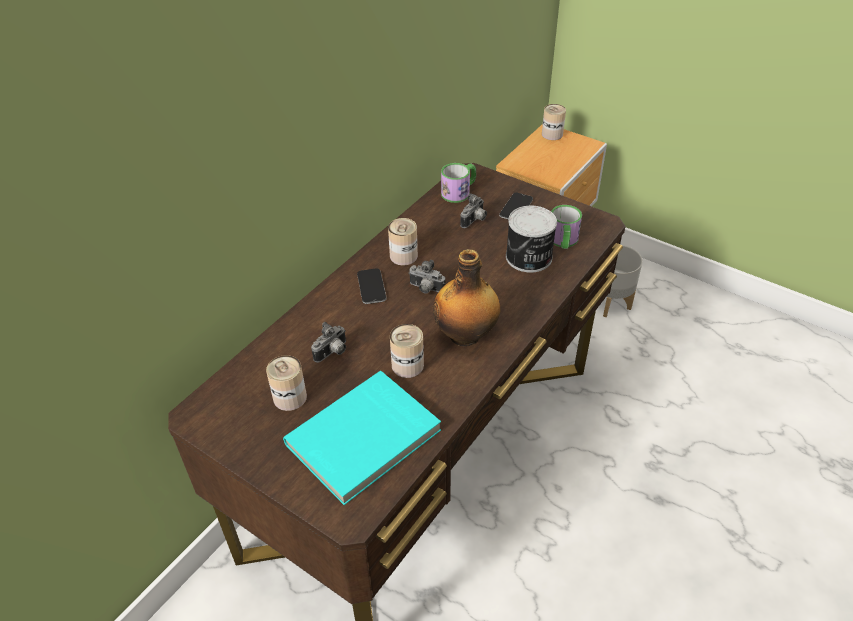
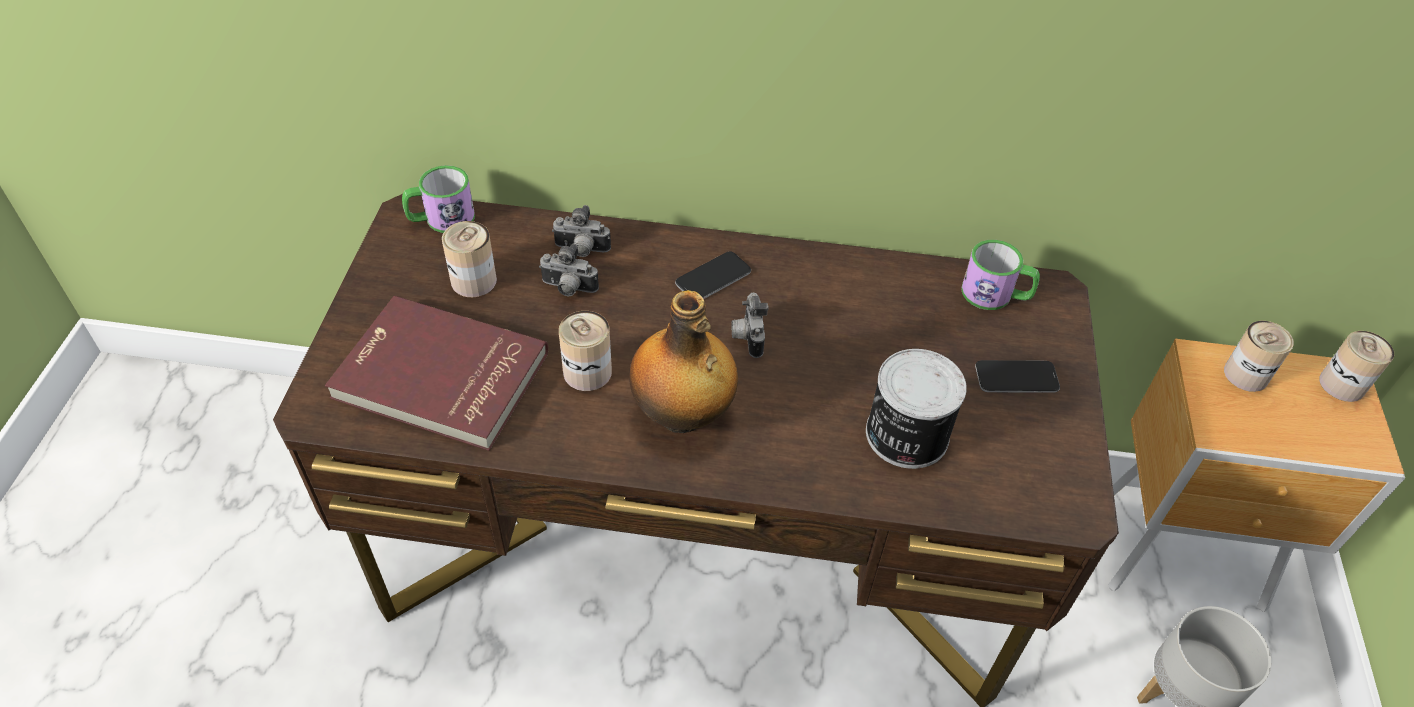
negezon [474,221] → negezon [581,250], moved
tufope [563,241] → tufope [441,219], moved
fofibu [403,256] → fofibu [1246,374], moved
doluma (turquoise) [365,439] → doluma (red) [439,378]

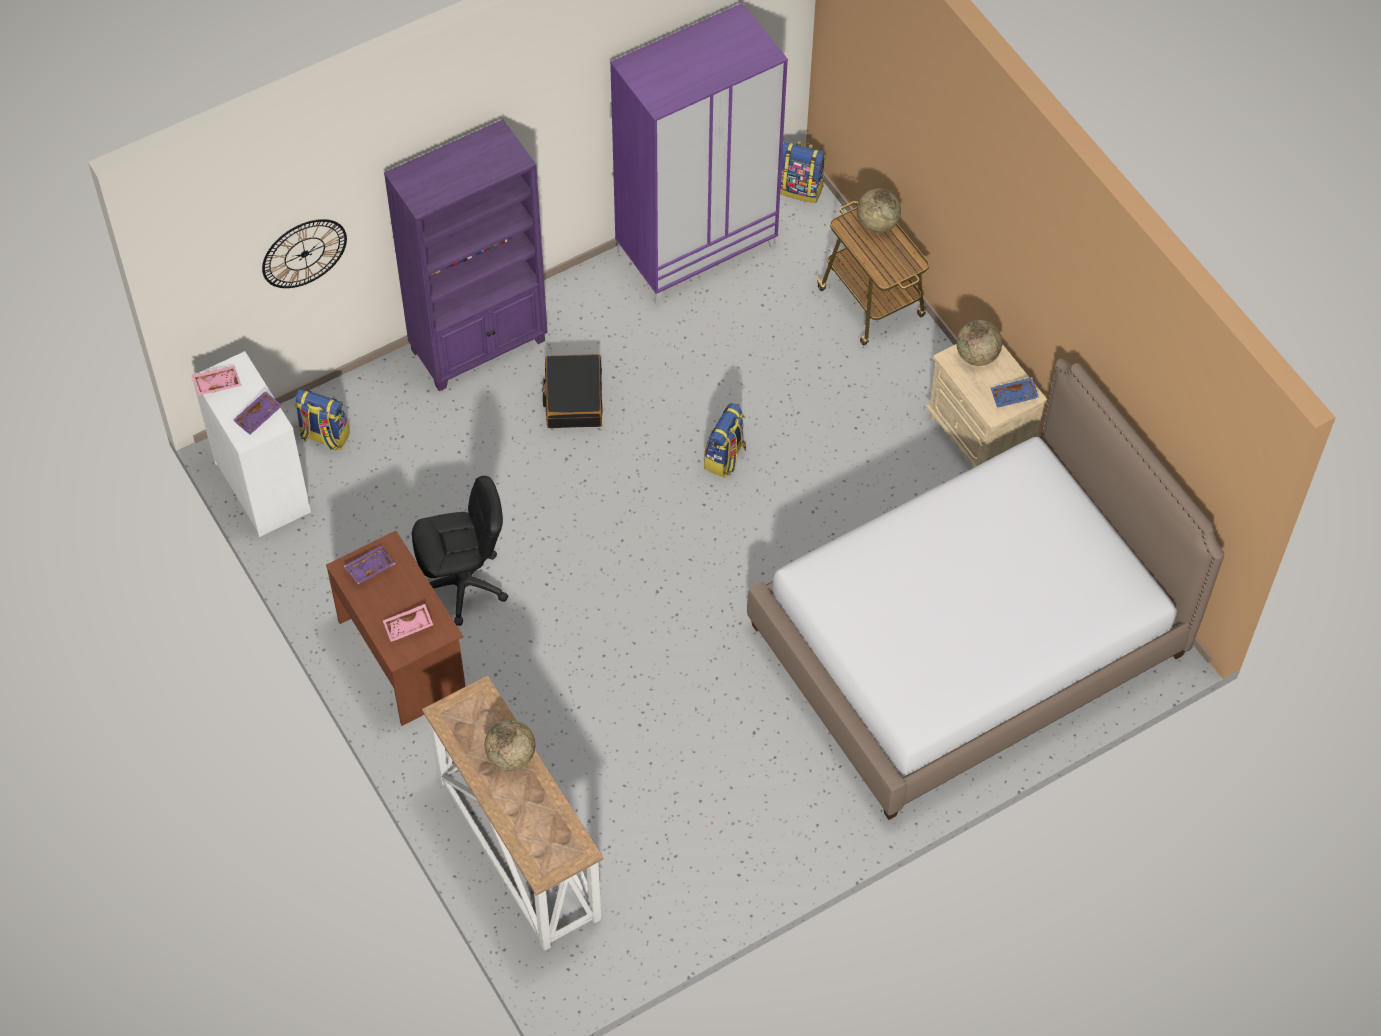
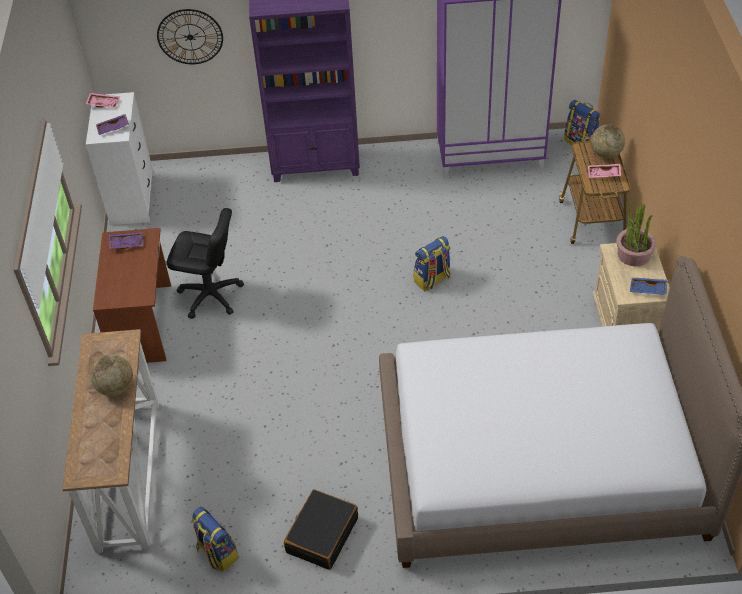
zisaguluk [977,356] → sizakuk [633,255]
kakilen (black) [573,398] → kakilen (black) [321,535], moved
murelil [324,436] → murelil [217,553], moved
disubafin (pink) [408,627] → disubafin (pink) [604,174], moved

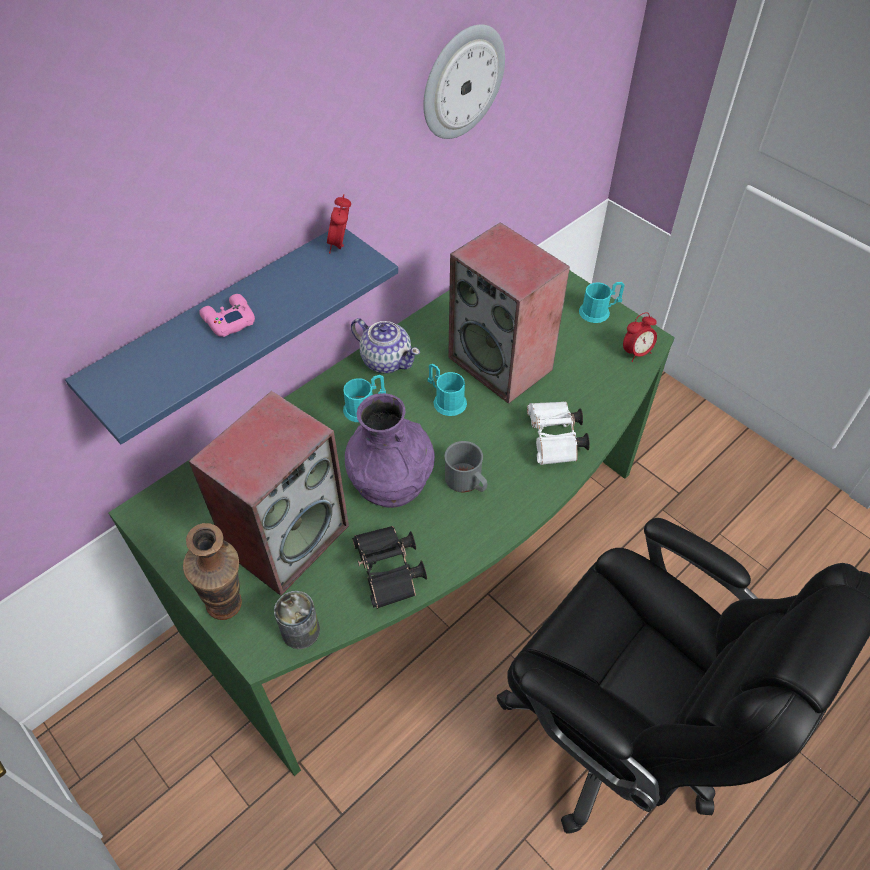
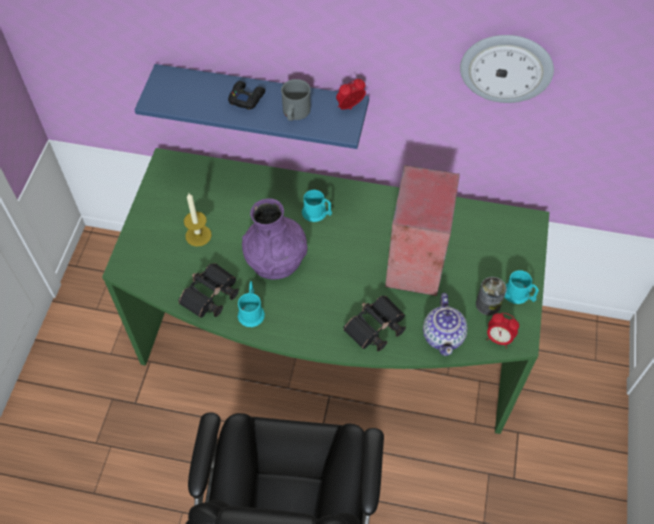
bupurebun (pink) [228,320] → bupurebun (black) [246,98]
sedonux [386,360] → sedonux [443,335], moved
tufope (turquoise) [446,400] → tufope (turquoise) [251,311], moved
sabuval [288,537] → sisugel [198,235]
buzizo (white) [555,441] → buzizo (black) [374,330]
tufope (grey) [467,482] → tufope (grey) [295,113], moved
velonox [232,613] → -
fofibu [300,631] → fofibu [488,304], moved

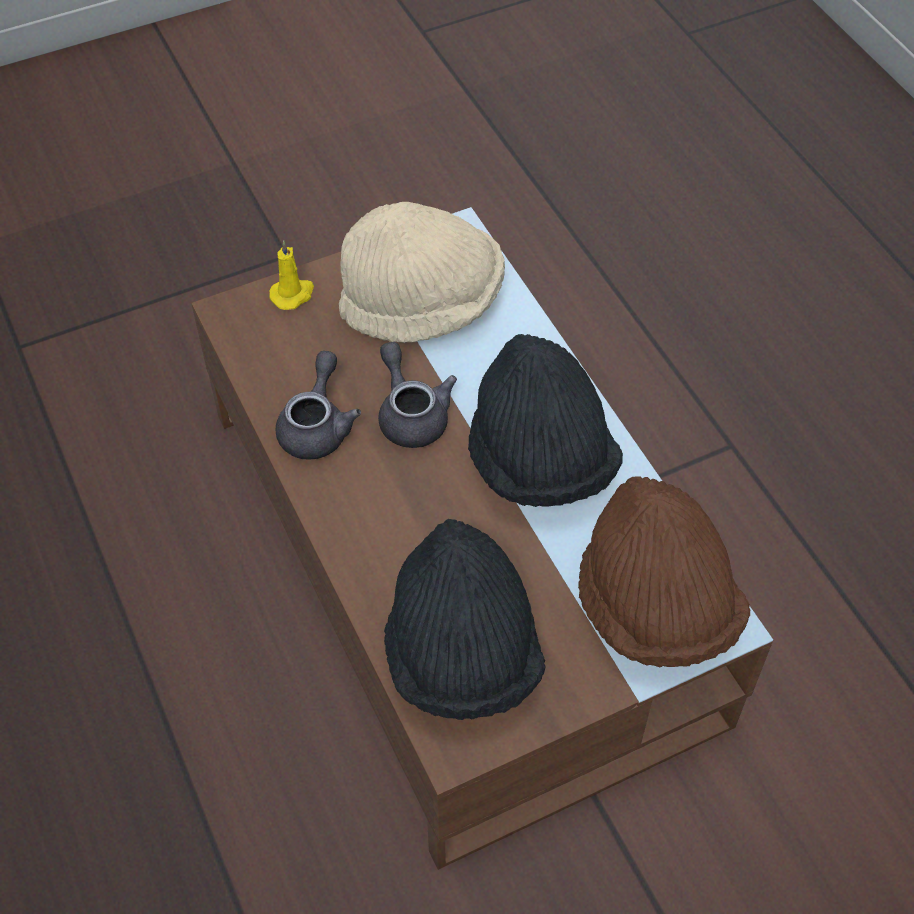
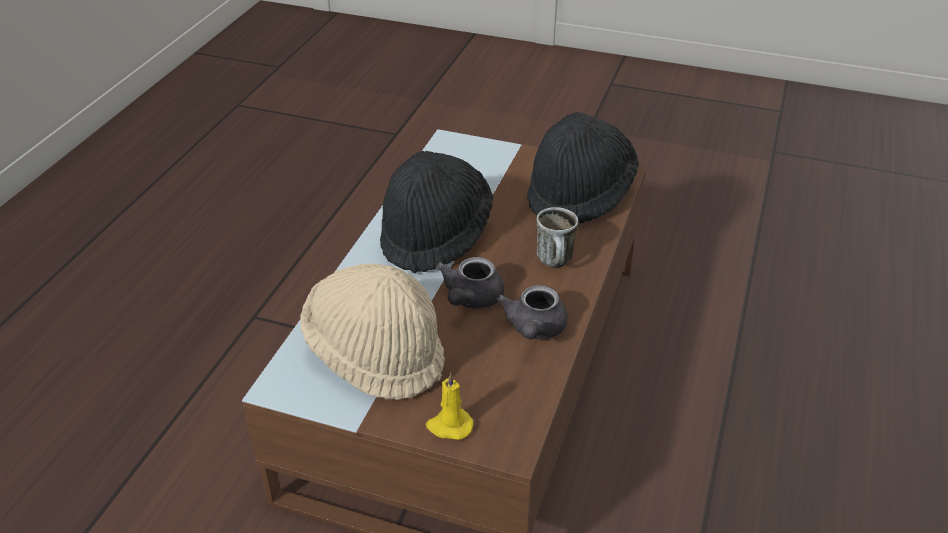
sedonux (grey) [317,426] → sedonux (grey) [534,330], 45 degrees counterclockwise
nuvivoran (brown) [654,608] → -
- → tufope [556,263]

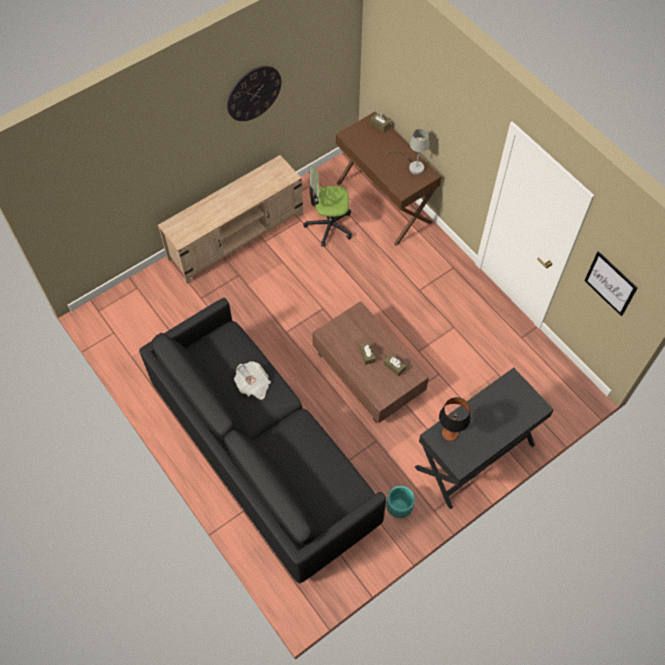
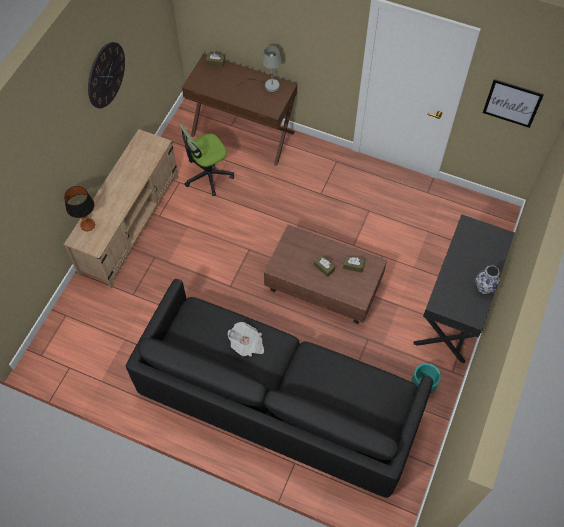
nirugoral [450,433] → nirugoral [88,225], moved
- → velonox [484,287]

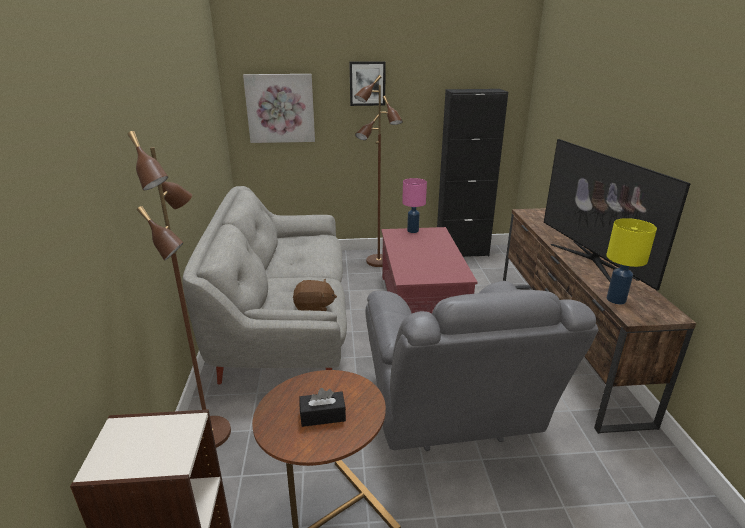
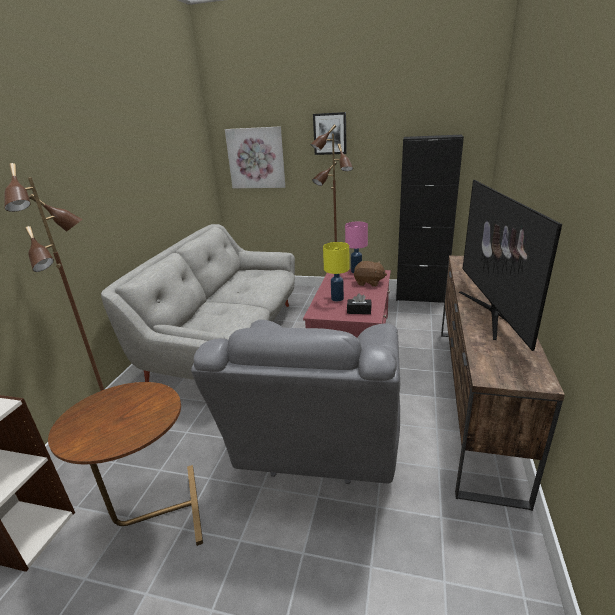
nirugoral (yellow) [615,299] → nirugoral (yellow) [337,298], moved
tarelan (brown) [314,308] → tarelan (brown) [369,282], moved
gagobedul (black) [322,416] → gagobedul (black) [359,311], moved

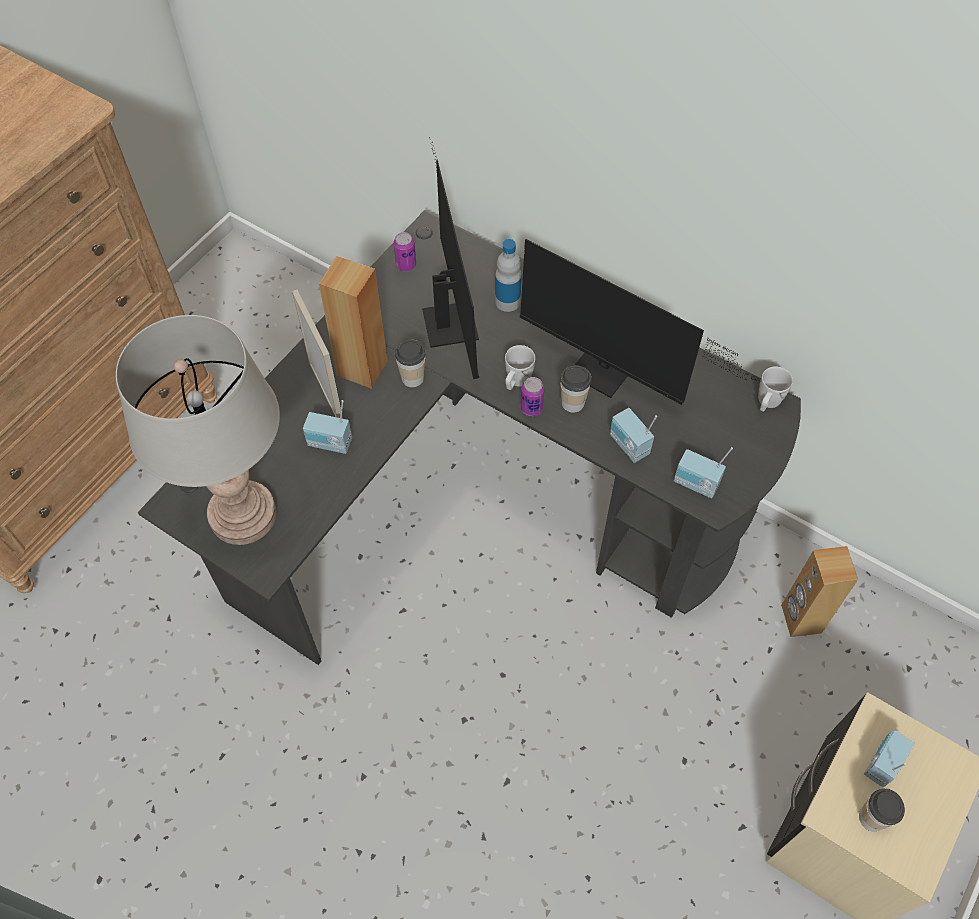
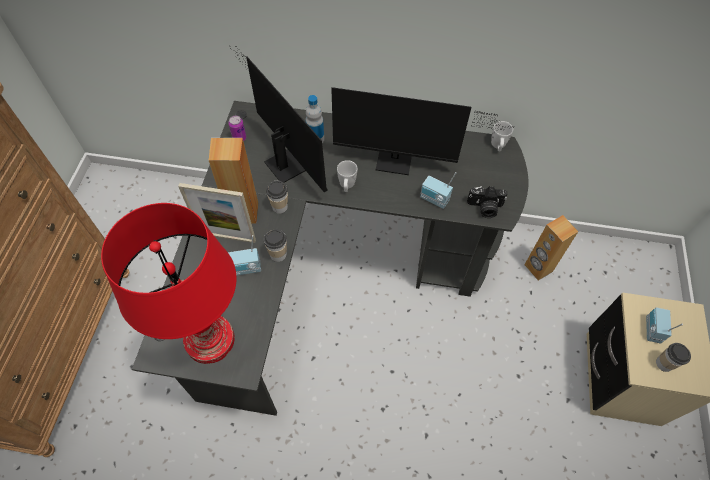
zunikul [326,392] → zunikul [227,237], 150 degrees clockwise
nirugoral (grey) [243,515] → nirugoral (red) [210,340]
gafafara [573,403] → gafafara [278,254], moved
fofibu [531,408] → -
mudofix [695,484] → negezon [485,208]

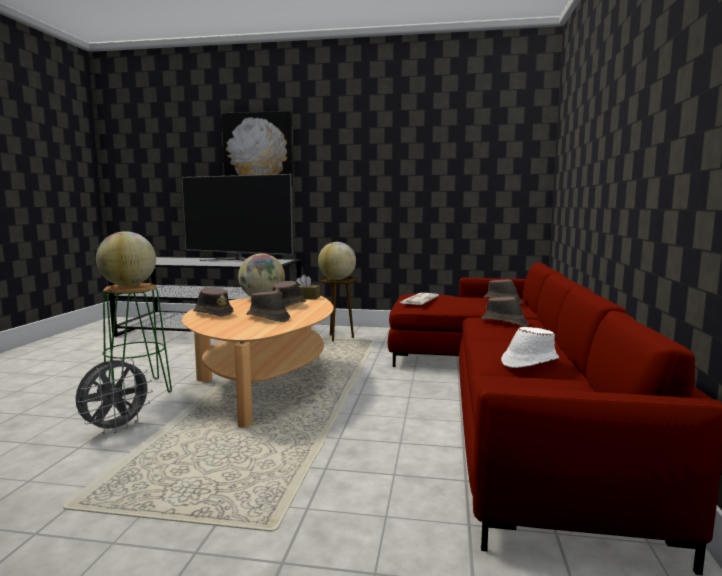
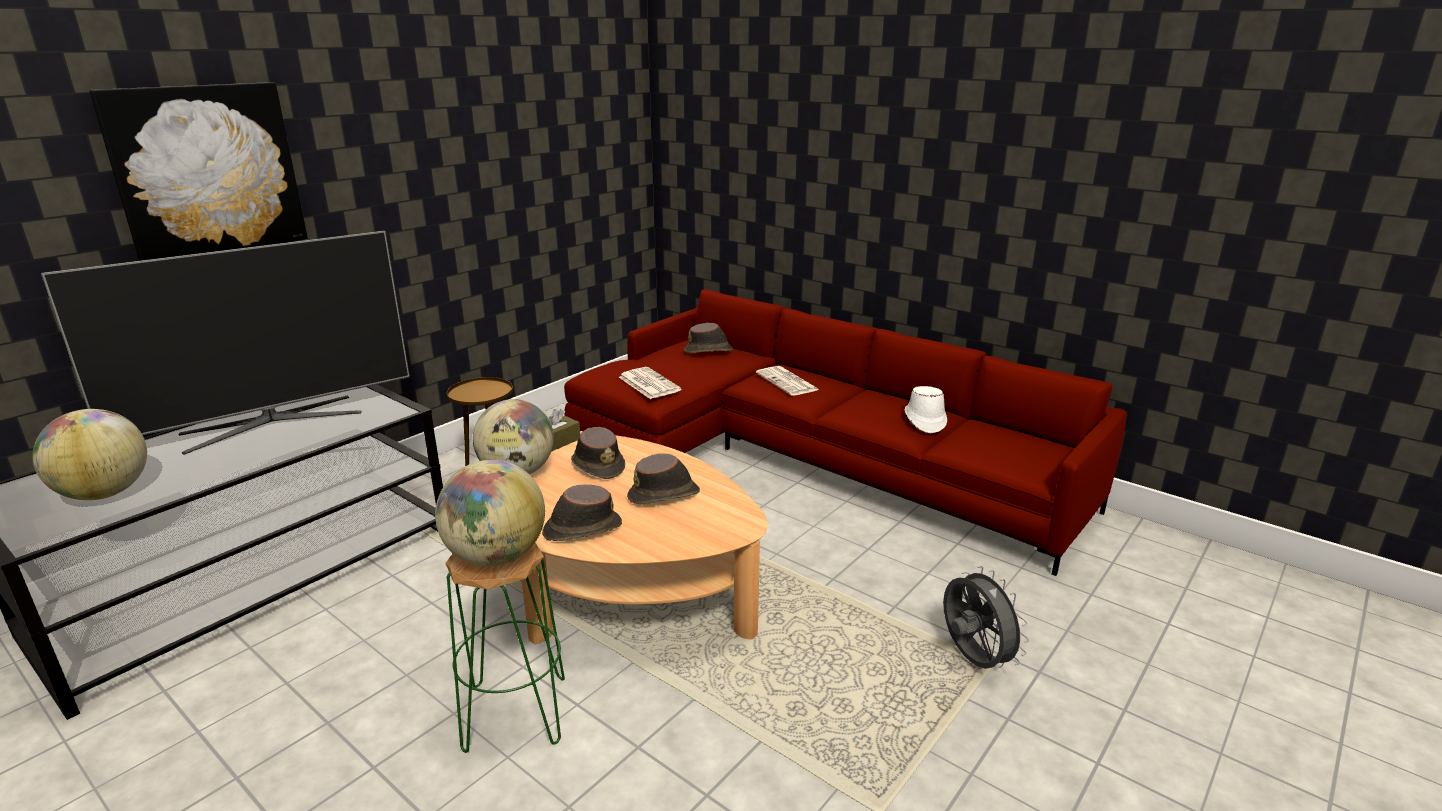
zisaguluk [337,279] → zisaguluk [105,493], moved
nuvivoran (brown) [504,322] → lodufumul [788,382]
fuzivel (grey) [116,428] → fuzivel (grey) [972,660], moved

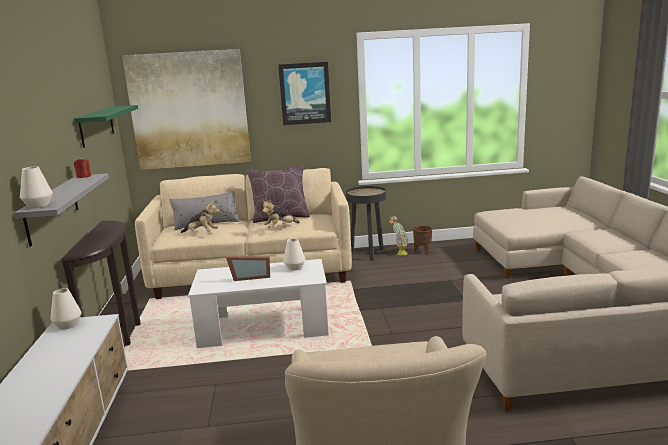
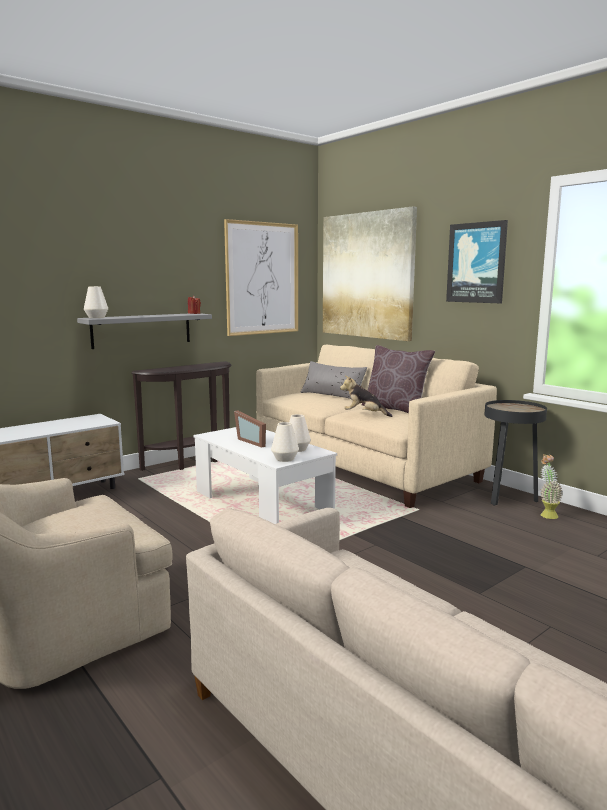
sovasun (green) [97,126] → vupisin [262,278]
tarelan [201,233] → -
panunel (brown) [423,252] → -
velonox (white) [68,325] → velonox (white) [285,459], moved

